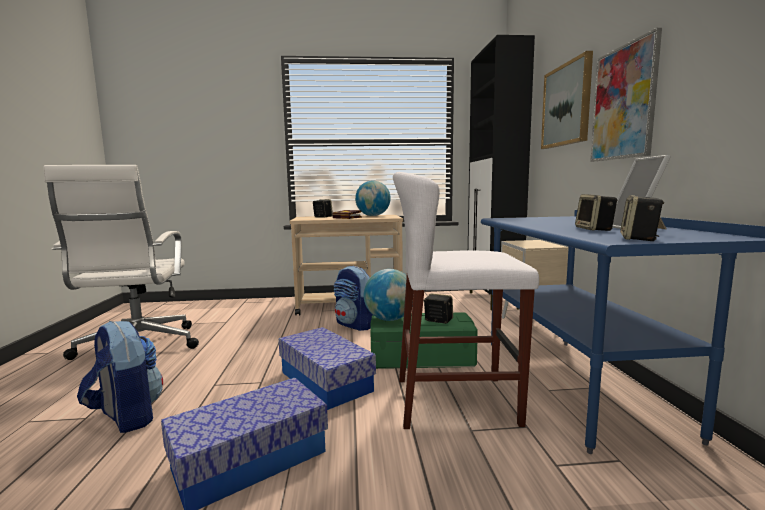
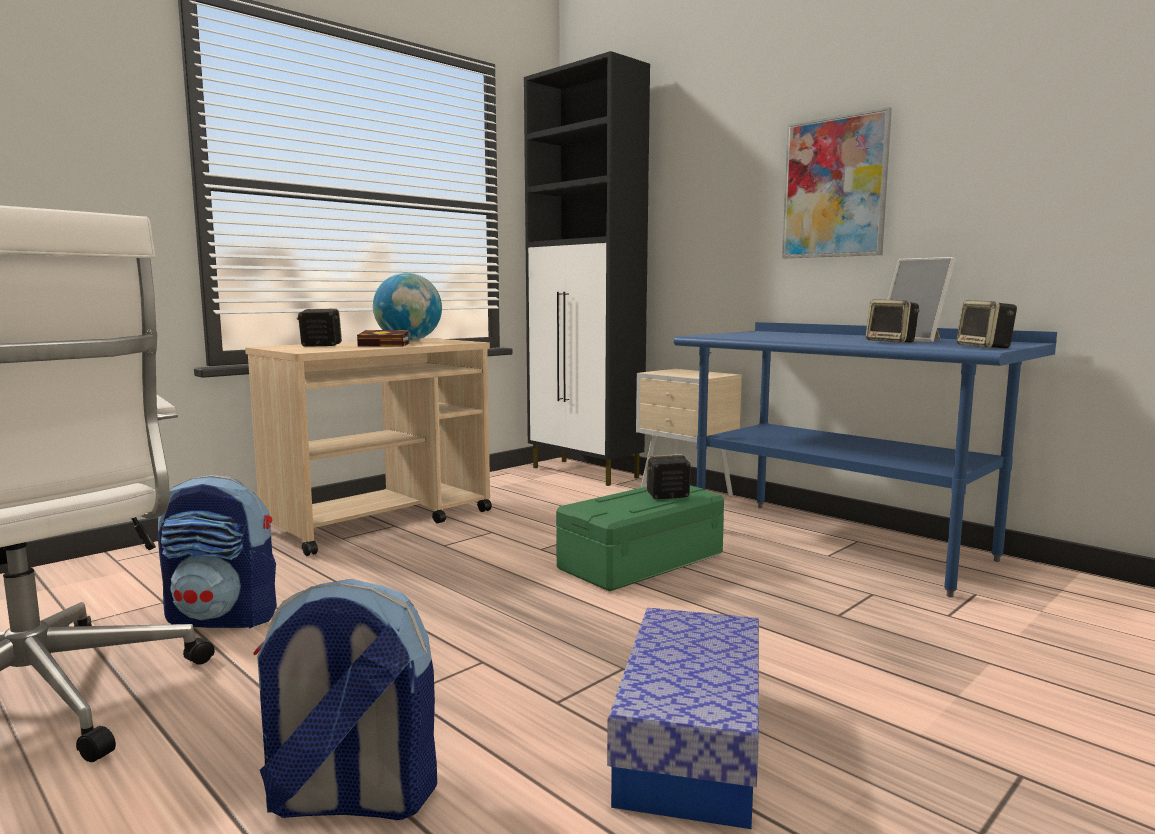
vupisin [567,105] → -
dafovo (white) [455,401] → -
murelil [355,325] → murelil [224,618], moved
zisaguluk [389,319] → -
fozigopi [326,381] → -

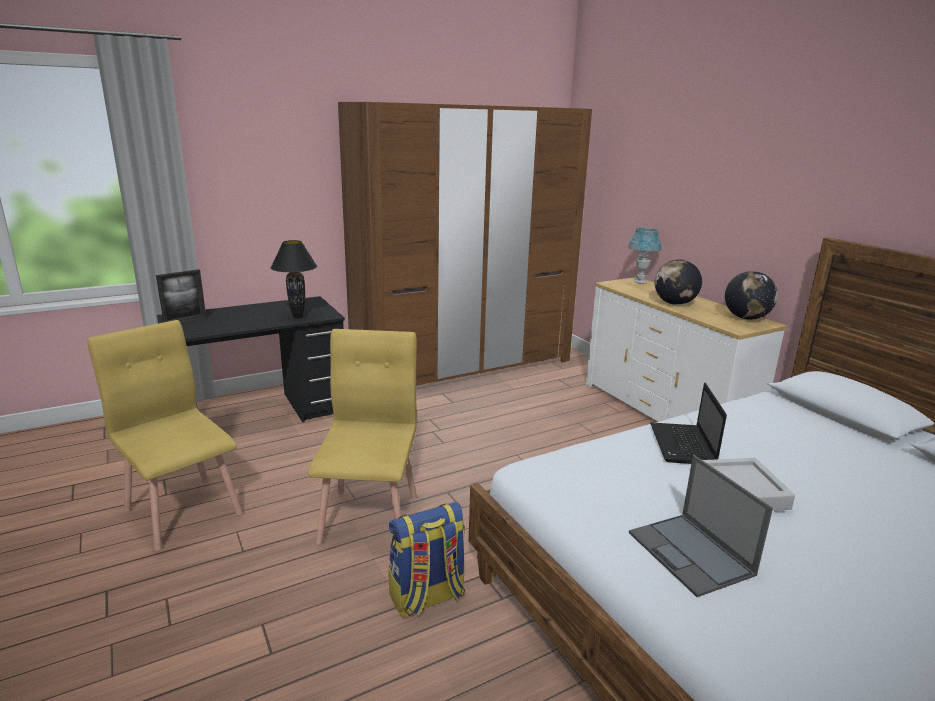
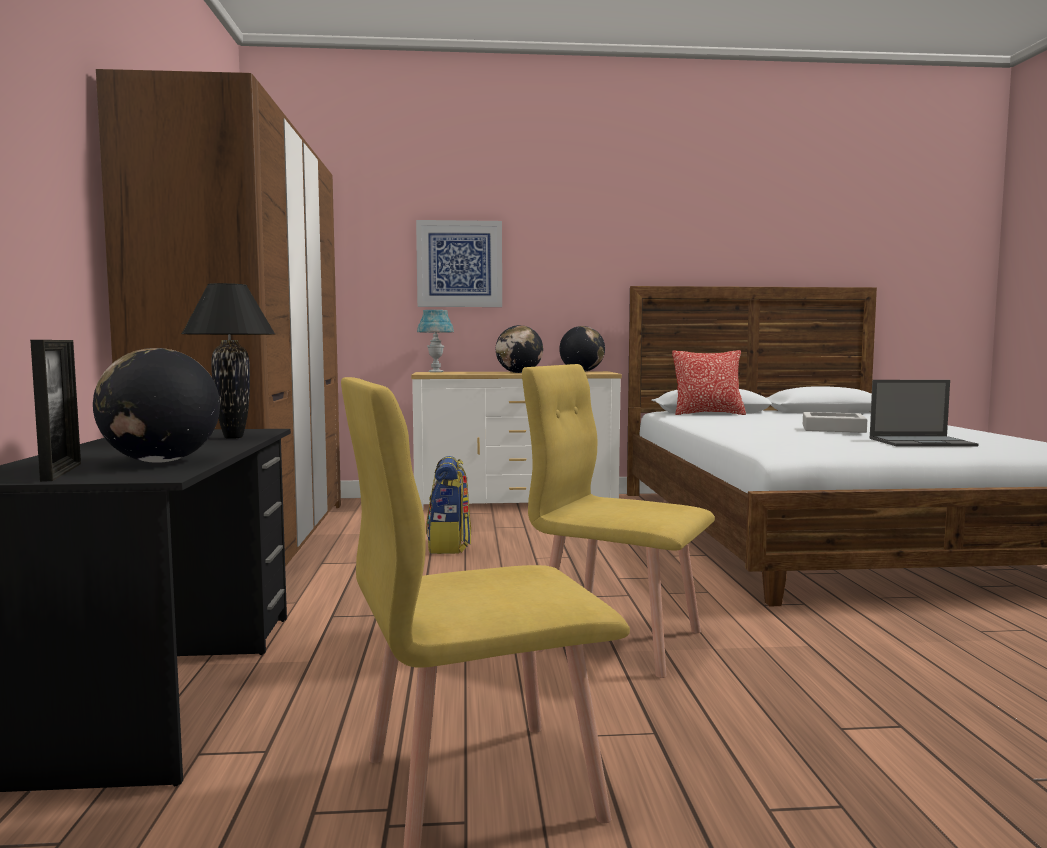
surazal [683,445] → -
murelil [427,597] → murelil [449,546], moved
- → vupisin [459,264]
- → zisaguluk [160,461]
- → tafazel [708,414]

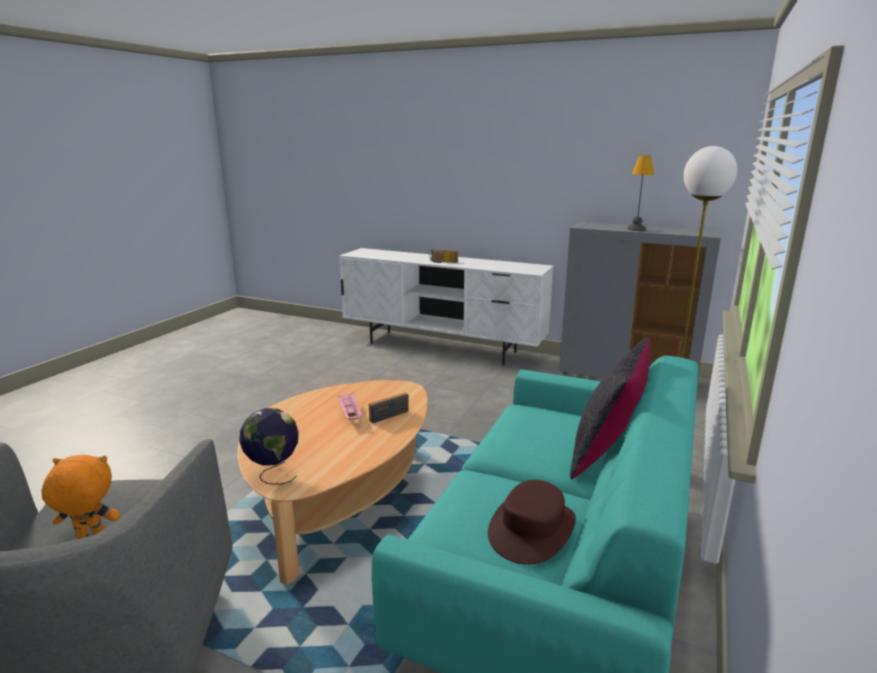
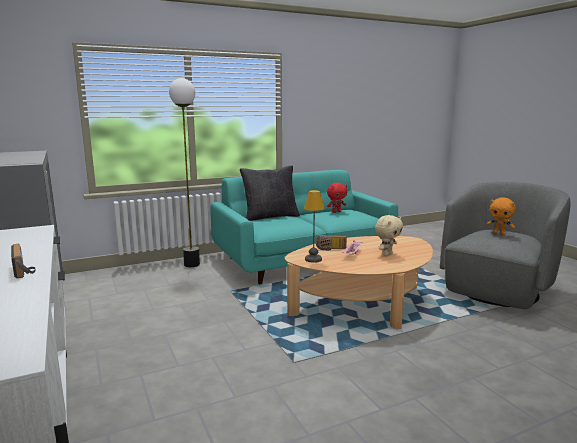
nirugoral [636,229] → nirugoral [312,259], moved
zisaguluk [273,474] → -
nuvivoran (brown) [532,529] → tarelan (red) [336,212]
- → tarelan (beige) [387,254]

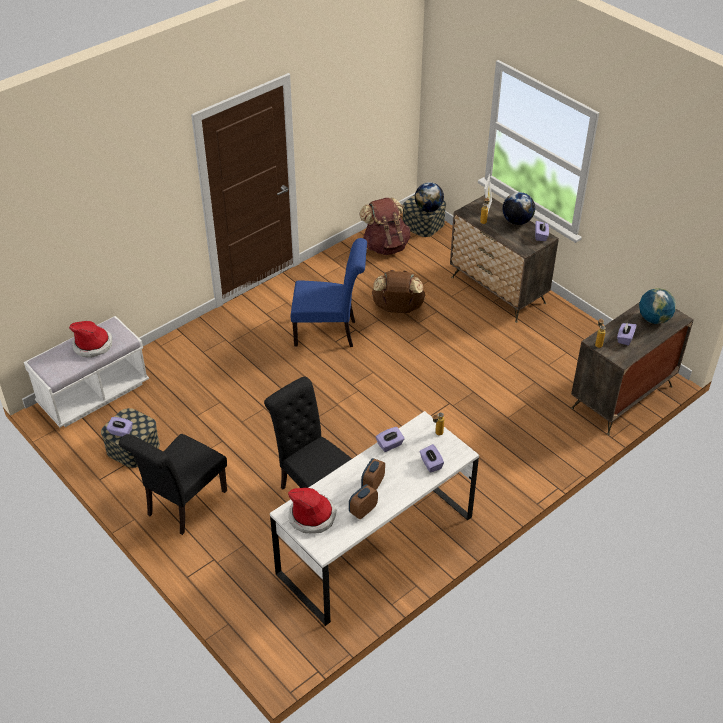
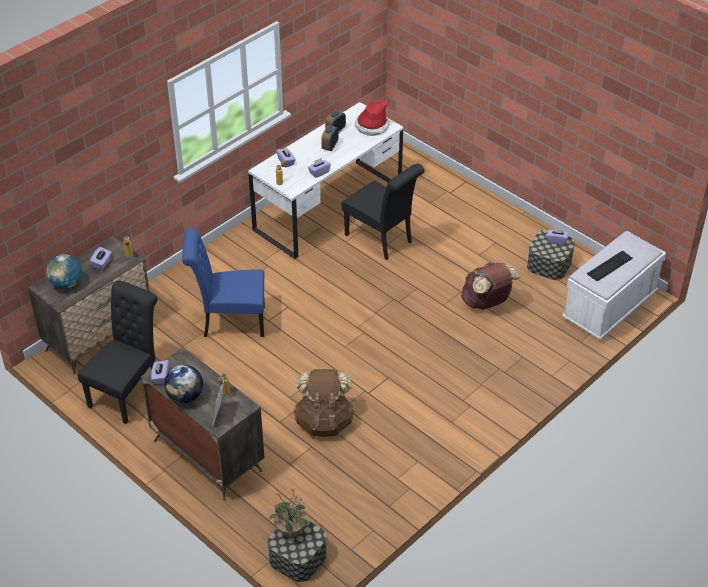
zisaguluk [428,209] → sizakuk [291,530]
murelil (brown) [385,246] → murelil (brown) [487,302], moved
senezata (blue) [329,333] → senezata (blue) [229,322], moved
nuvivoran [93,345] → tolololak [610,266]
senezata (black) [183,505] → senezata (black) [128,391], moved

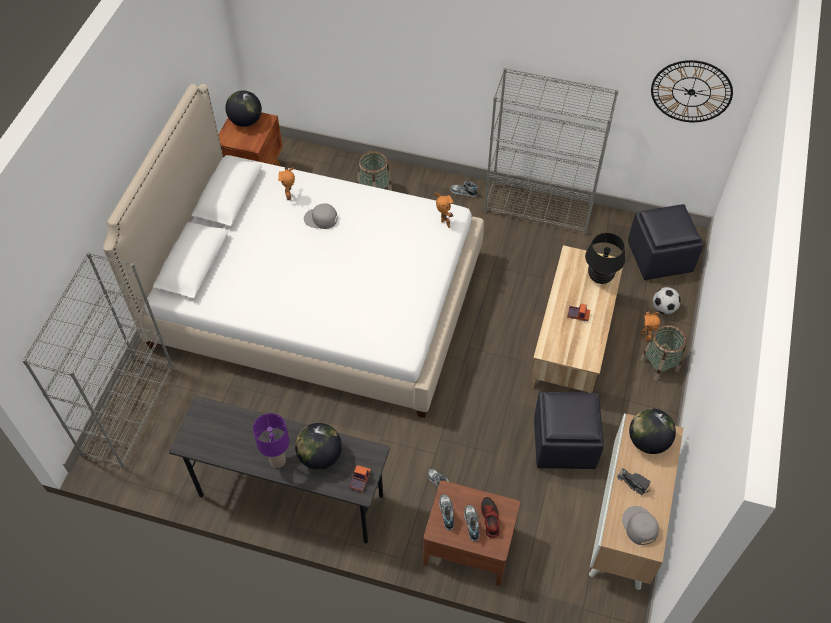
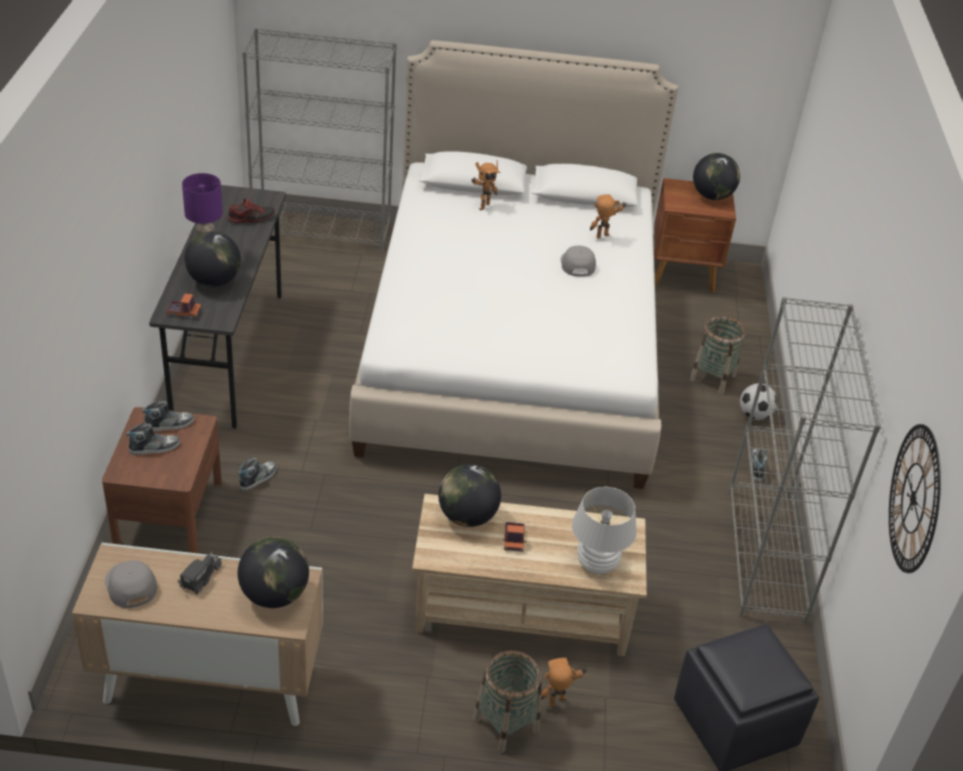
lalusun [444,225] → lalusun [482,206], moved
nirugoral (black) [600,277] → nirugoral (white) [597,564]
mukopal [663,308] → mukopal [754,415], moved
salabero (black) [563,443] → -
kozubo [489,519] → kozubo [251,218], moved
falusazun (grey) [639,526] → falusazun (grey) [130,585], 90 degrees counterclockwise
- → zisaguluk [467,517]

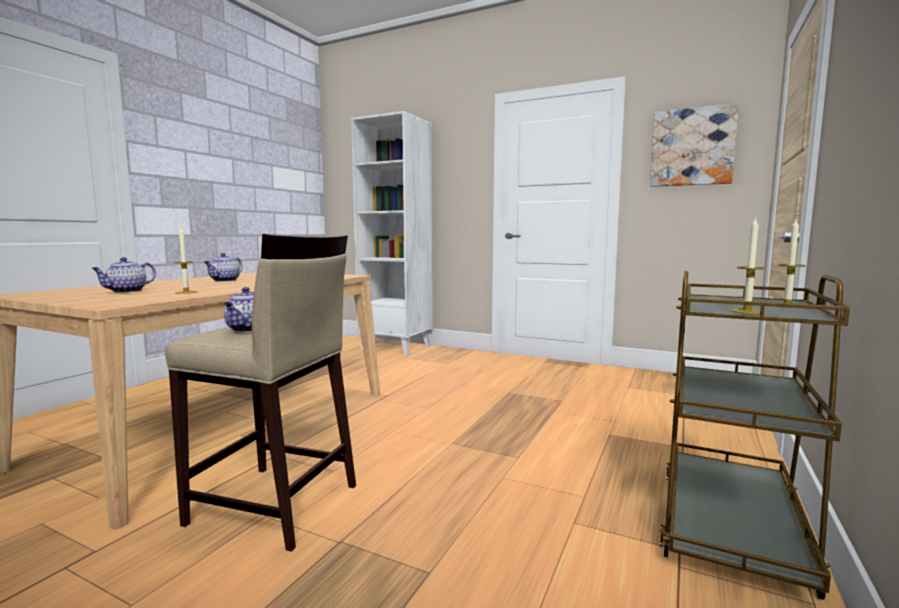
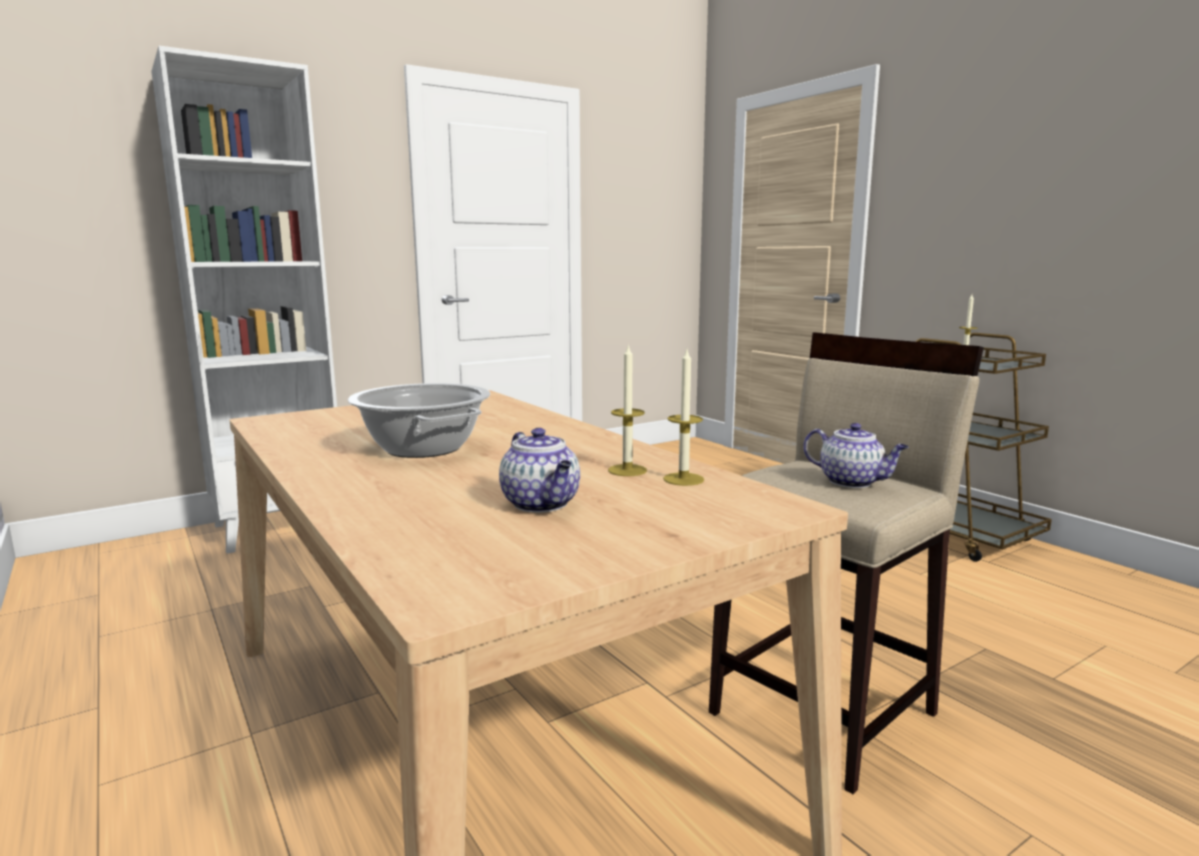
vupisin [692,147] → -
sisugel [747,311] → sisugel [683,479], moved
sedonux [224,280] → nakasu [424,448]

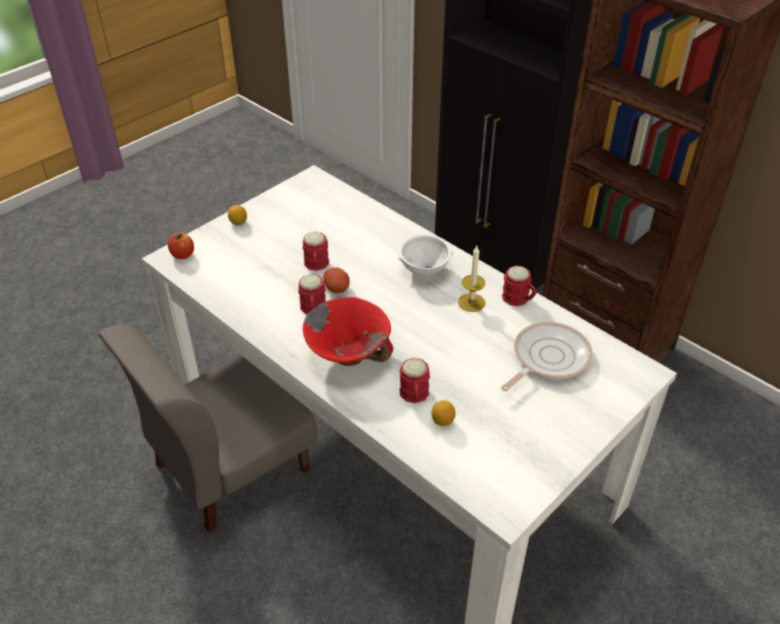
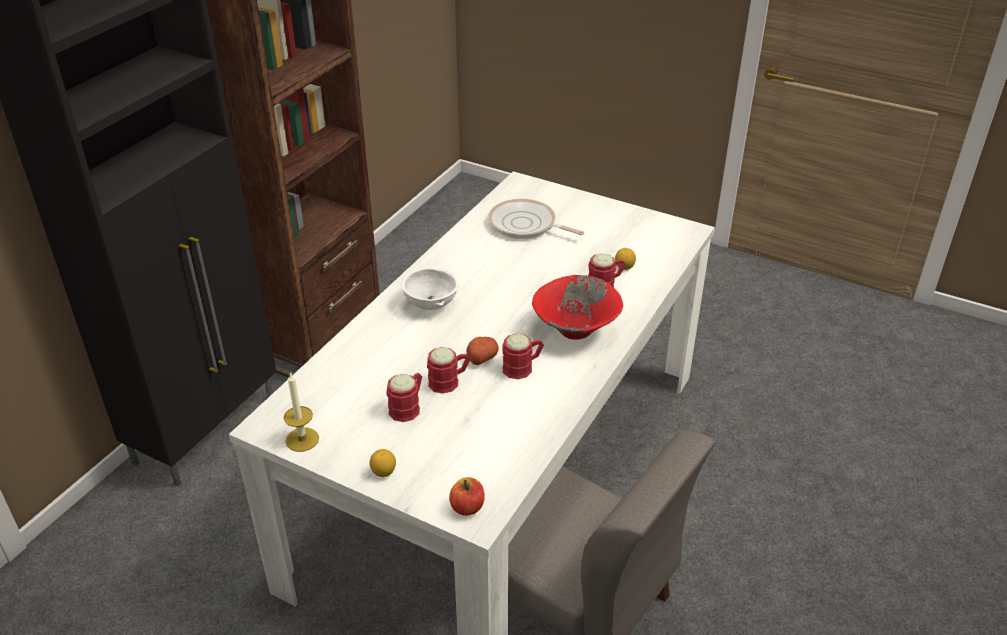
sisugel [471,302] → sisugel [302,439], moved
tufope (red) [519,299] → tufope (red) [408,407], moved

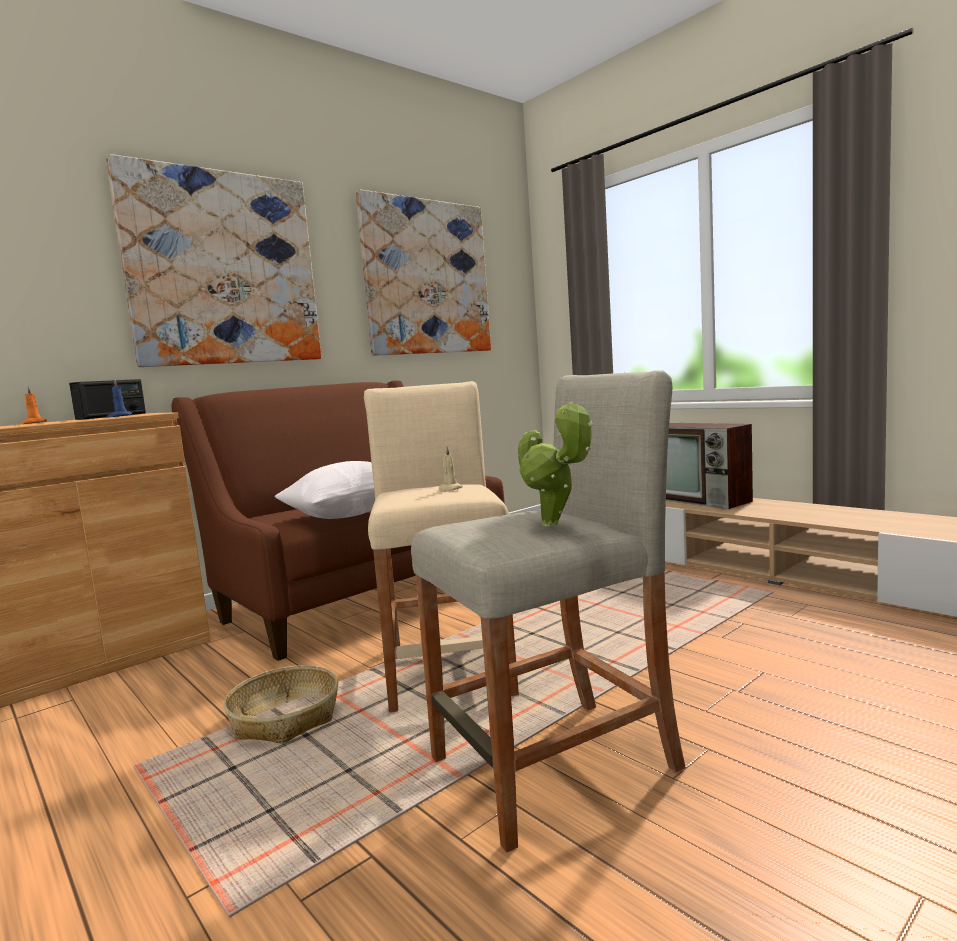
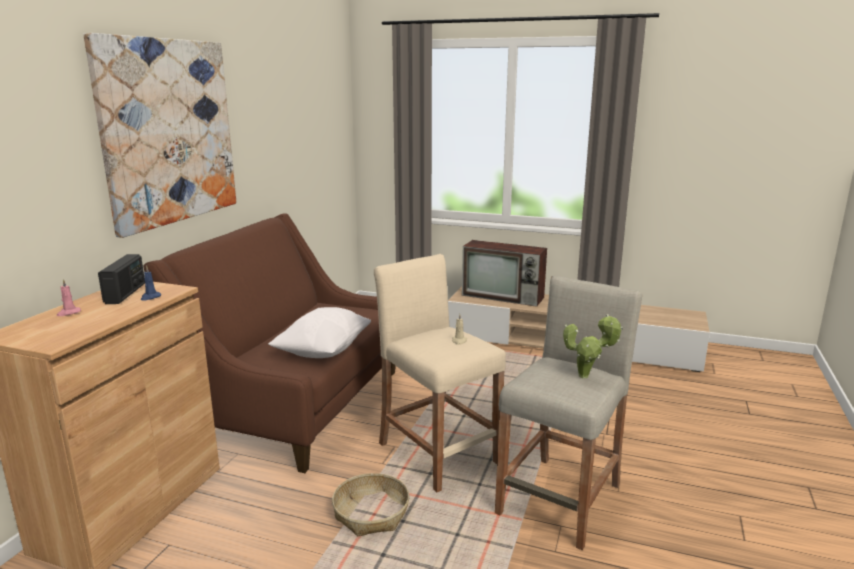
vupisin [427,278] → -
sisugel (orange) [33,423] → sisugel (pink) [68,313]

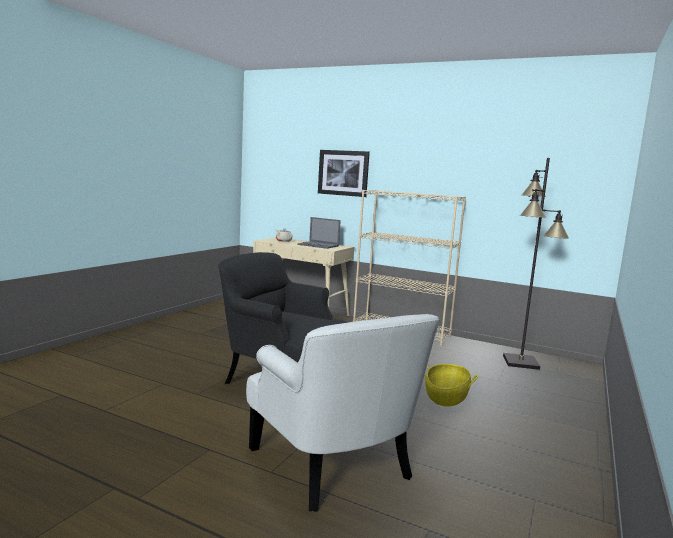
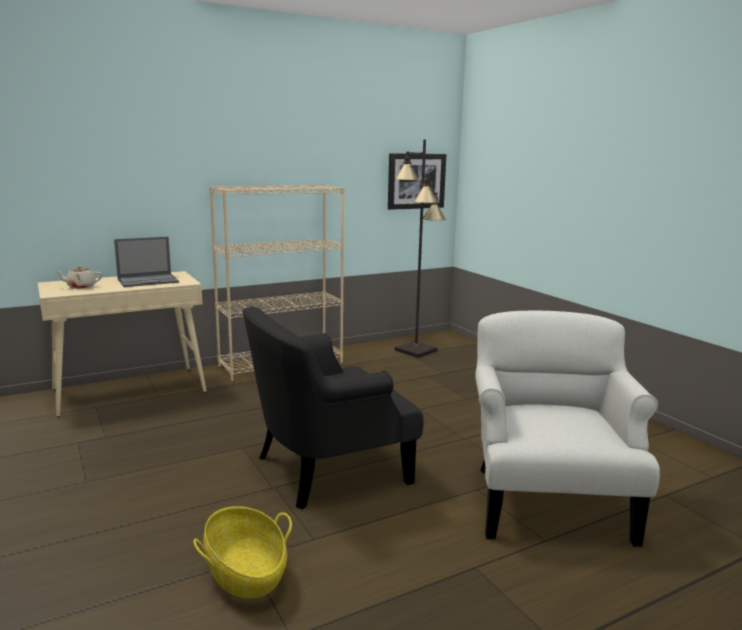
vupisin [343,173] → vupisin [416,181], moved
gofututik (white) [334,463] → gofututik (white) [547,500], 90 degrees counterclockwise
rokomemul [446,397] → rokomemul [245,573], moved

